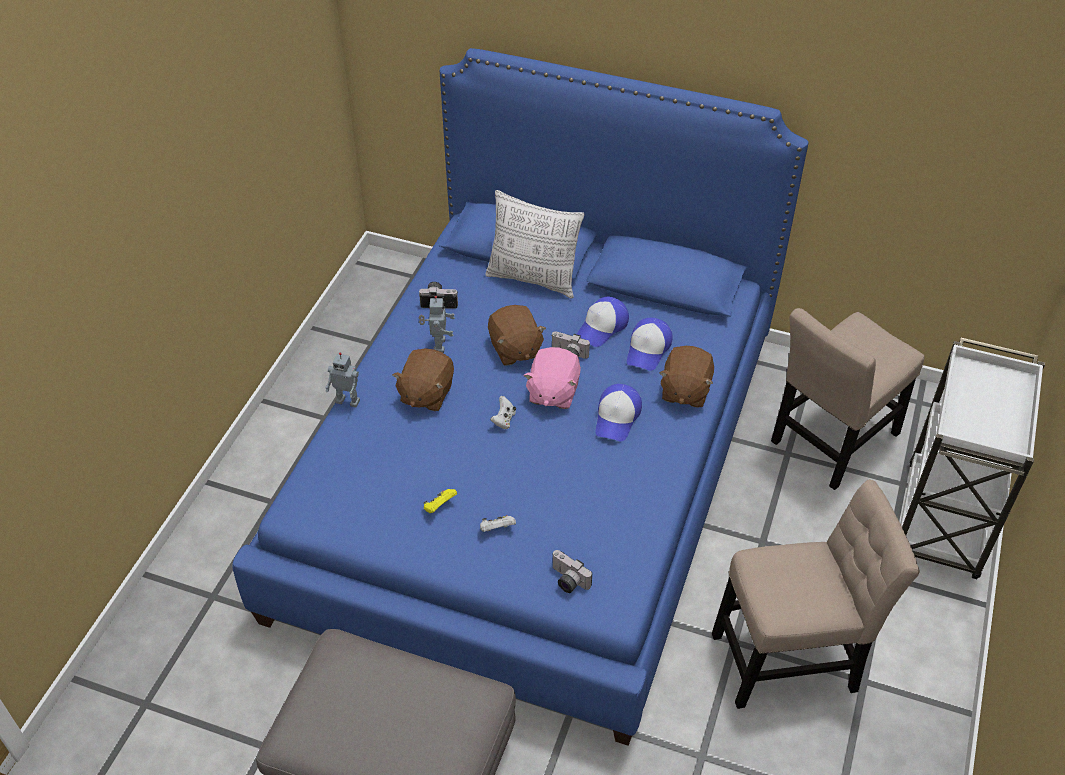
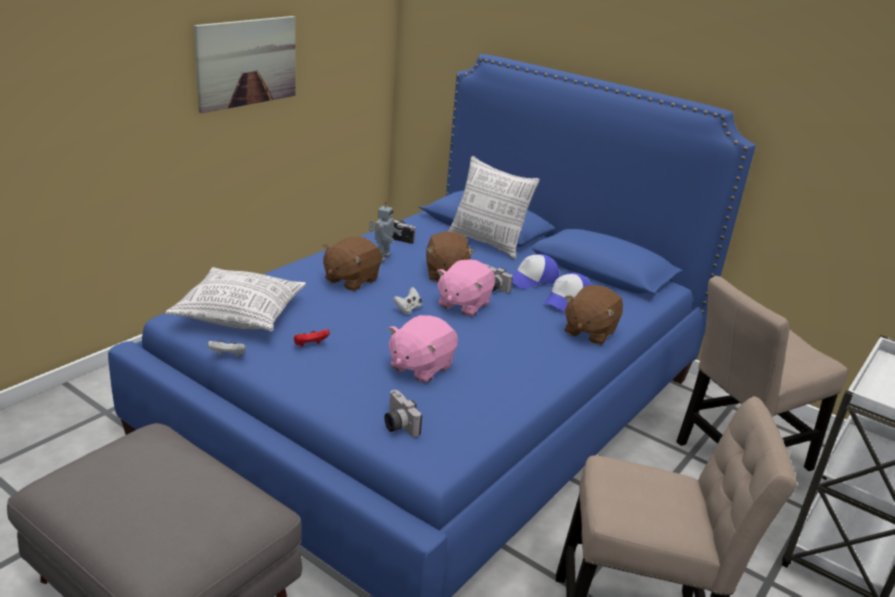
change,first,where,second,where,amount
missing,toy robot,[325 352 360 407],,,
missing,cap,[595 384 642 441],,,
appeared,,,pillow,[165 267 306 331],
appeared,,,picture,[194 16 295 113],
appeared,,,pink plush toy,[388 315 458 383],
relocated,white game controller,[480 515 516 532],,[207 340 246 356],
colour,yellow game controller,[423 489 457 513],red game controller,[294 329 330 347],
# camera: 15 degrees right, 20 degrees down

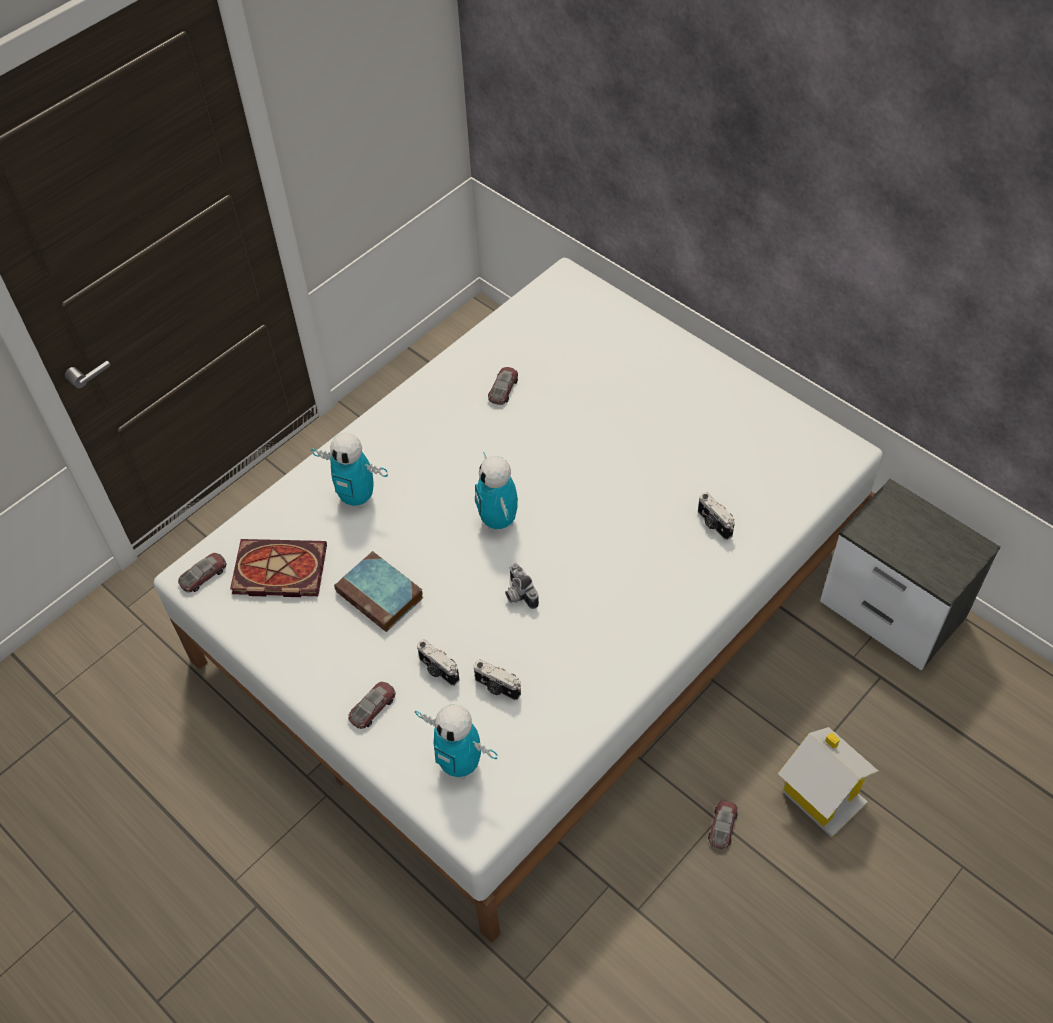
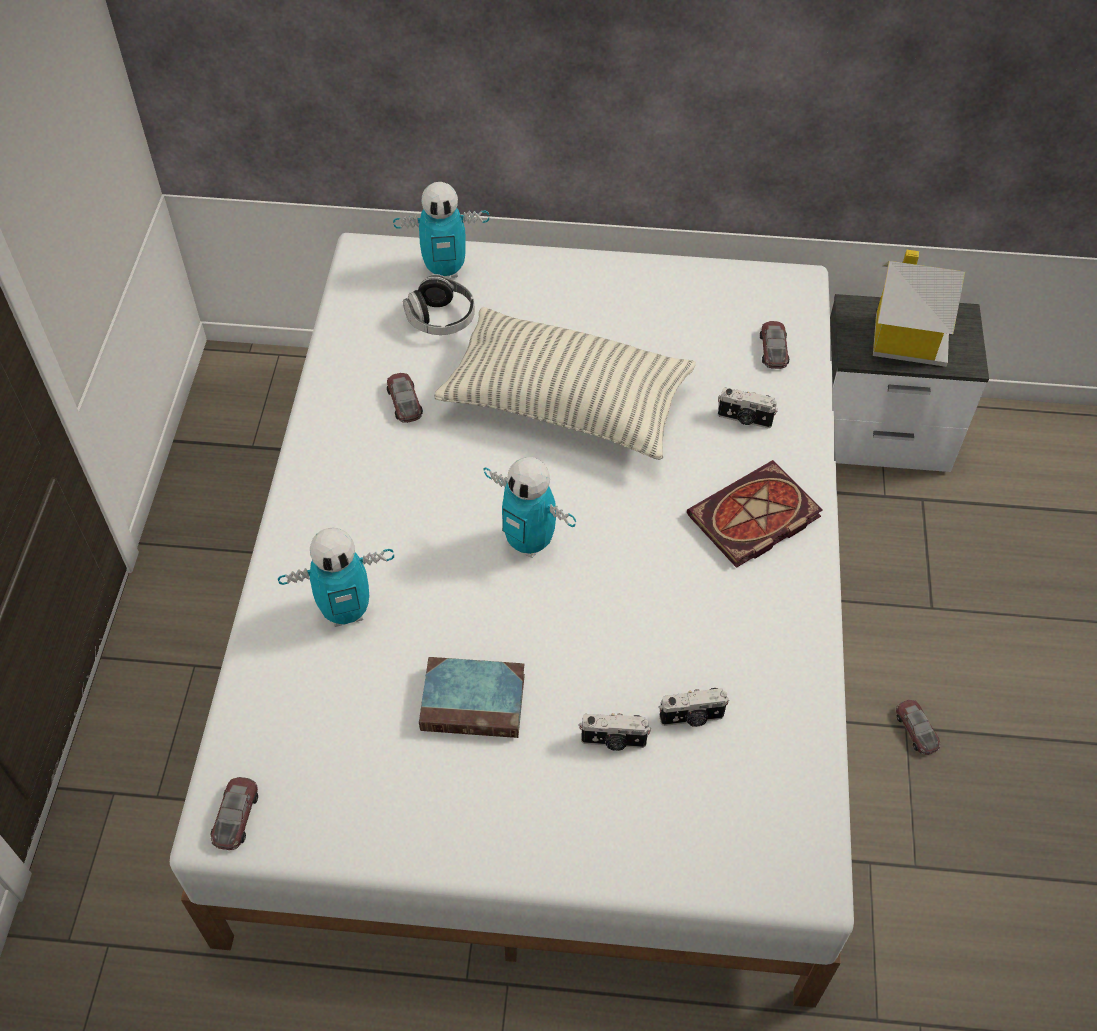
change,first,where,second,where,amount
missing,photo camera,[505 563 539 609],,,
appeared,,,headphones,[403 274 475 335],
appeared,,,pillow,[434 307 696 460],
relocated,book,[230 539 327 597],,[687 460 823 568],
relocated,toy car,[348 682 396 729],,[760 321 789 369],
relocated,toy robot,[415 704 498 779],,[393 182 489 278],
relocated,toy house,[778 727 878 837],,[873 250 965 367],
# camera: 40 degrees left, 0 degrees up

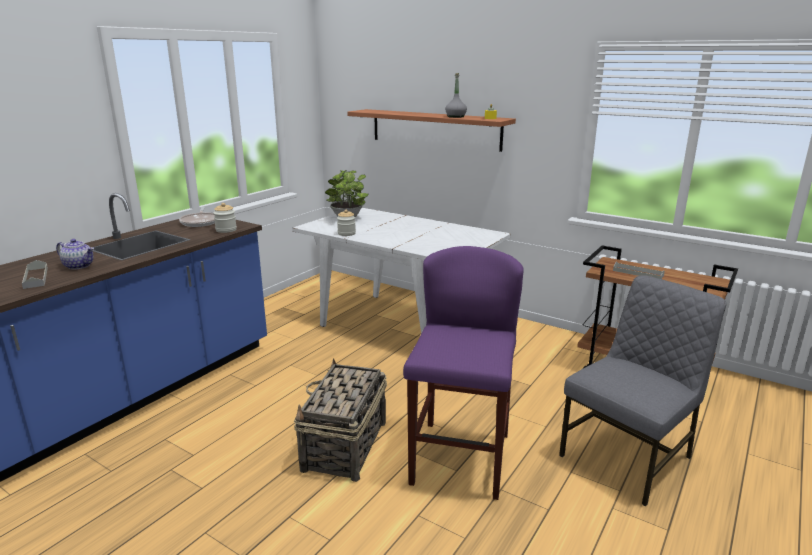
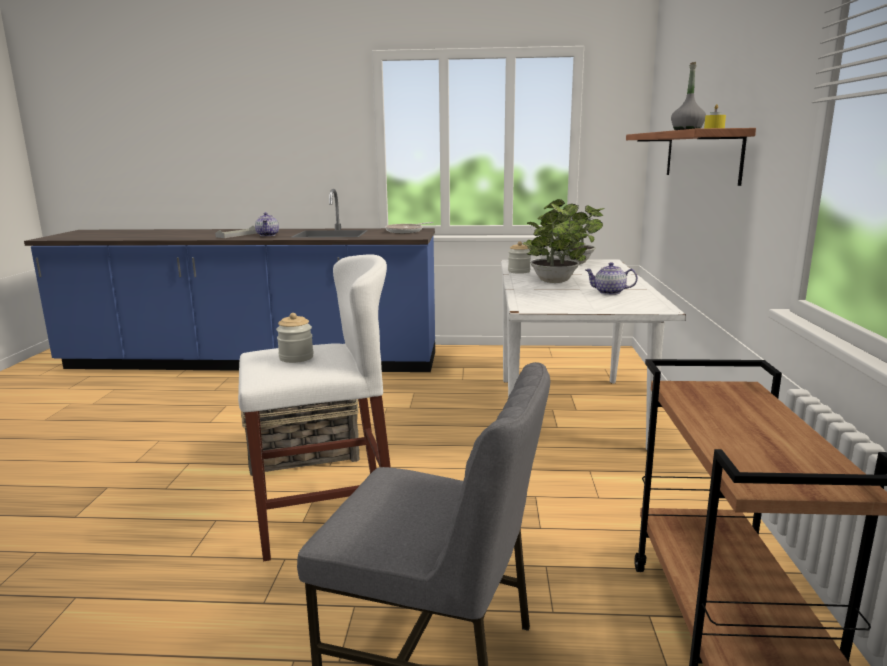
change,first,where,second,where,amount
missing,grey tray,[613 261 665 279],,,
appeared,,,potted plant,[522 203 587 283],
appeared,,,teapot,[585 262 638 295],
relocated,jar,[213 203 237 233],,[276 313 314 363],
colour,purple stool,[403 246 524 500],white stool,[238 254 391 561],
# camera: 60 degrees right, 5 degrees down

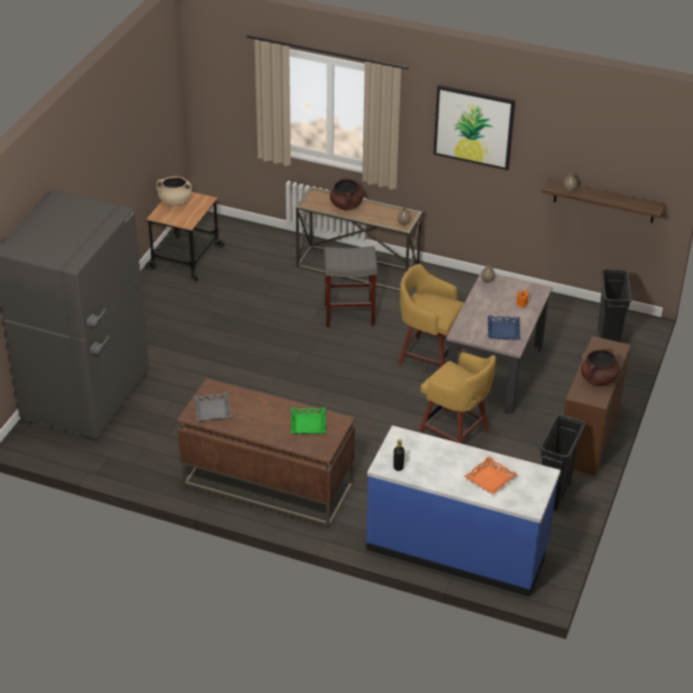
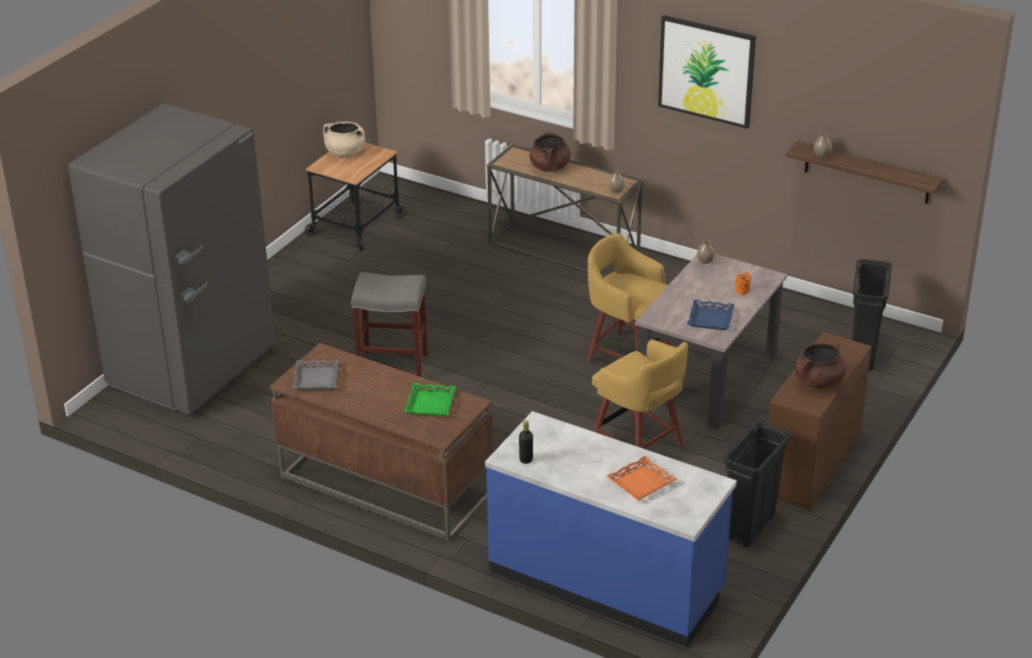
change,first,where,second,where,amount
relocated,grey stool,[324 246 377 327],,[351 272 428 377],
# camera: 10 degrees right, 5 degrees down

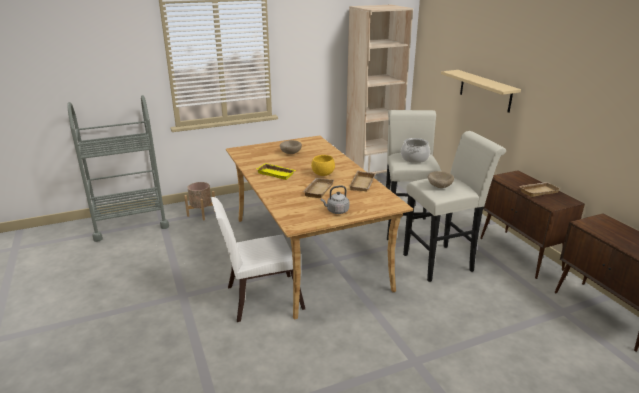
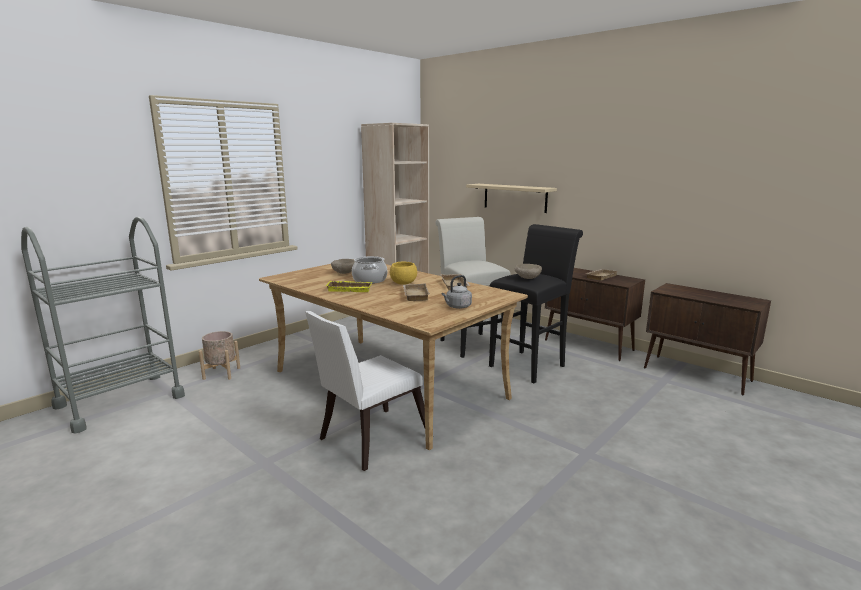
change,first,where,second,where,amount
relocated,cooking pot,[401 138 430 163],,[352 256 387 284],
colour,white stool,[403 131 506 282],black stool,[489 224 583 383],
# camera: 25 degrees left, 10 degrees down

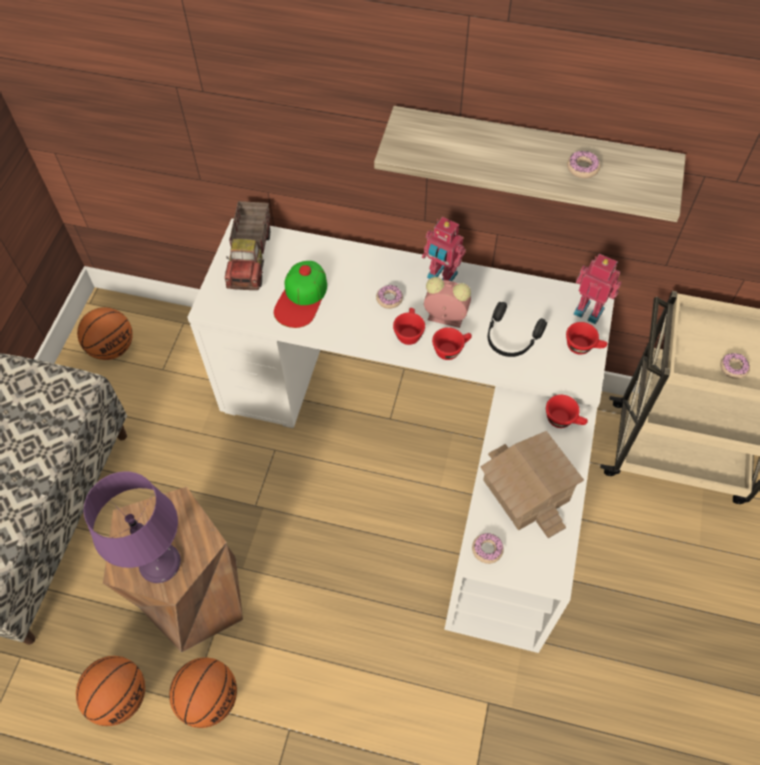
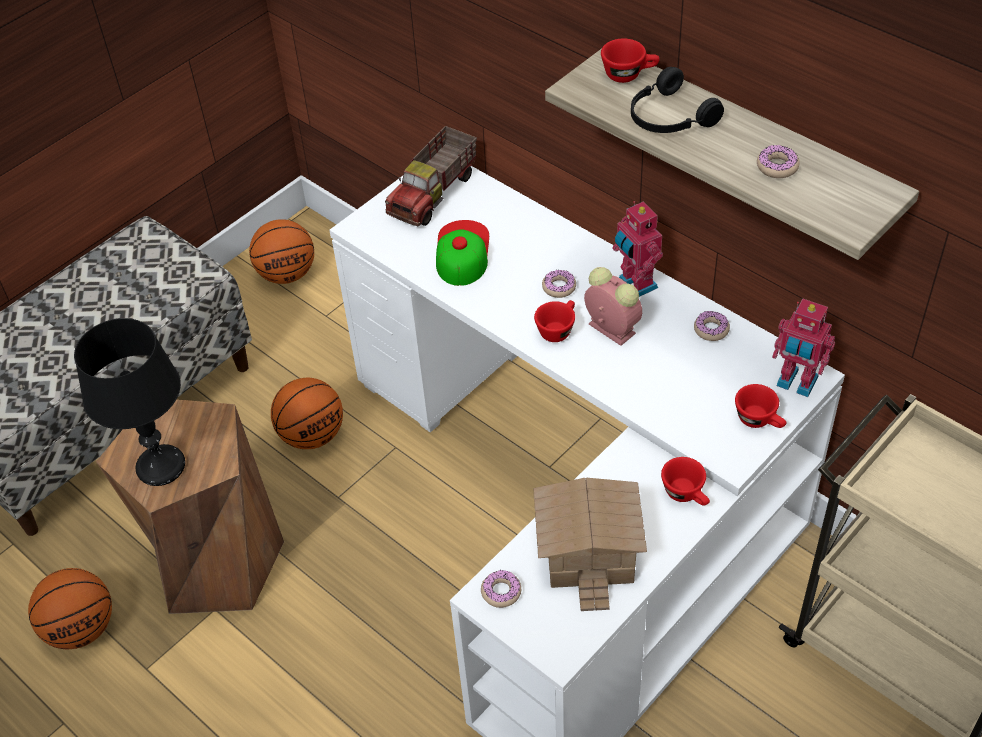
change,first,where,second,where,amount
relocated,basketball,[169 657 237 728],,[271 378 343 449],
relocated,red cup,[432 327 472 360],,[601 39 660 83],
relocated,black headphones,[488 302 547 357],,[631 67 724 133],
relocated,donut,[720 353 750 379],,[694 311 730 341],
colour,purple table lamp,[84 471 181 583],black table lamp,[74 318 185 486],
spun,cap,[274 261 327 328],,[436 220 489 286],135 degrees clockwise
spun,toy robot,[573 254 621 324],,[772 299 835 397],150 degrees clockwise
# camera: 30 degrees right, 10 degrees down

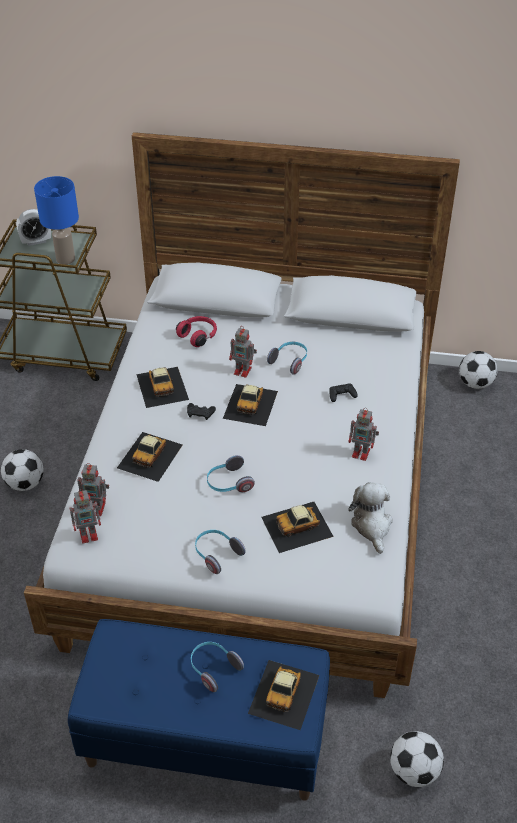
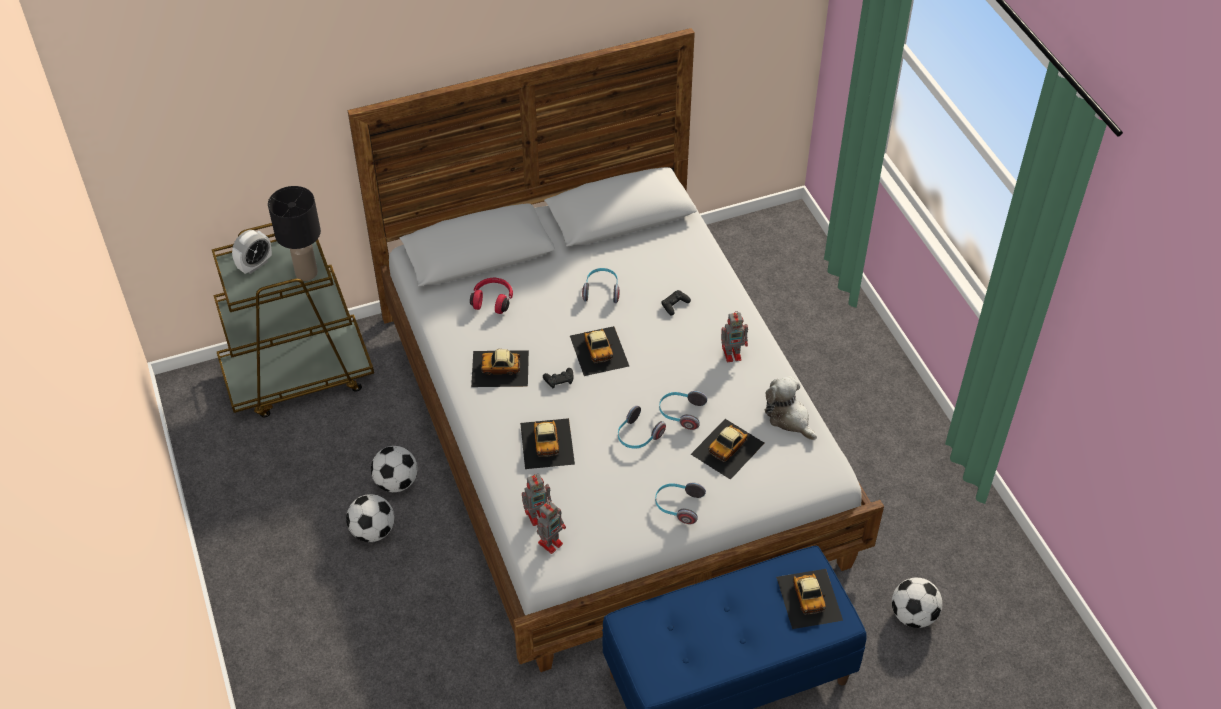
change,first,where,second,where,amount
missing,toy robot,[229 327 257 378],,,
relocated,headphones,[191 642 244 692],,[659 391 707 430],
relocated,football,[459 351 498 389],,[371 446 418 492],
colour,blue table lamp,[34 176 79 265],black table lamp,[268 186 321 281],
spun,toy car,[136 367 189 408],,[471 349 529 387],135 degrees clockwise
# camera: 30 degrees left, 5 degrees up

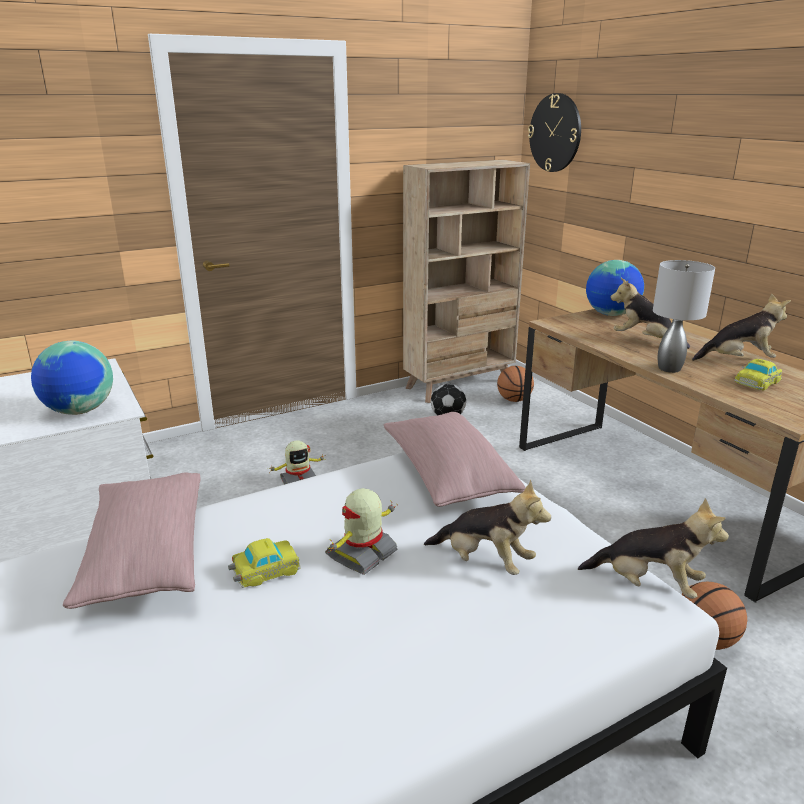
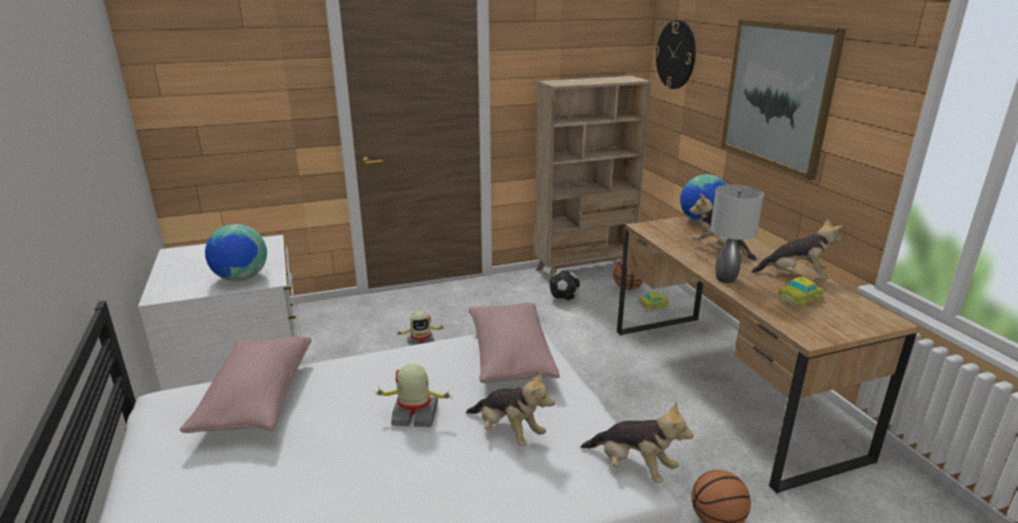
change,first,where,second,where,amount
appeared,,,picture,[721 19 846 181],
relocated,toy car,[228 538 300 588],,[638 292 669 310],
spun,toy robot,[325 488 398 575],,[374 364 454 427],45 degrees clockwise
# camera: 10 degrees right, 0 degrees up

